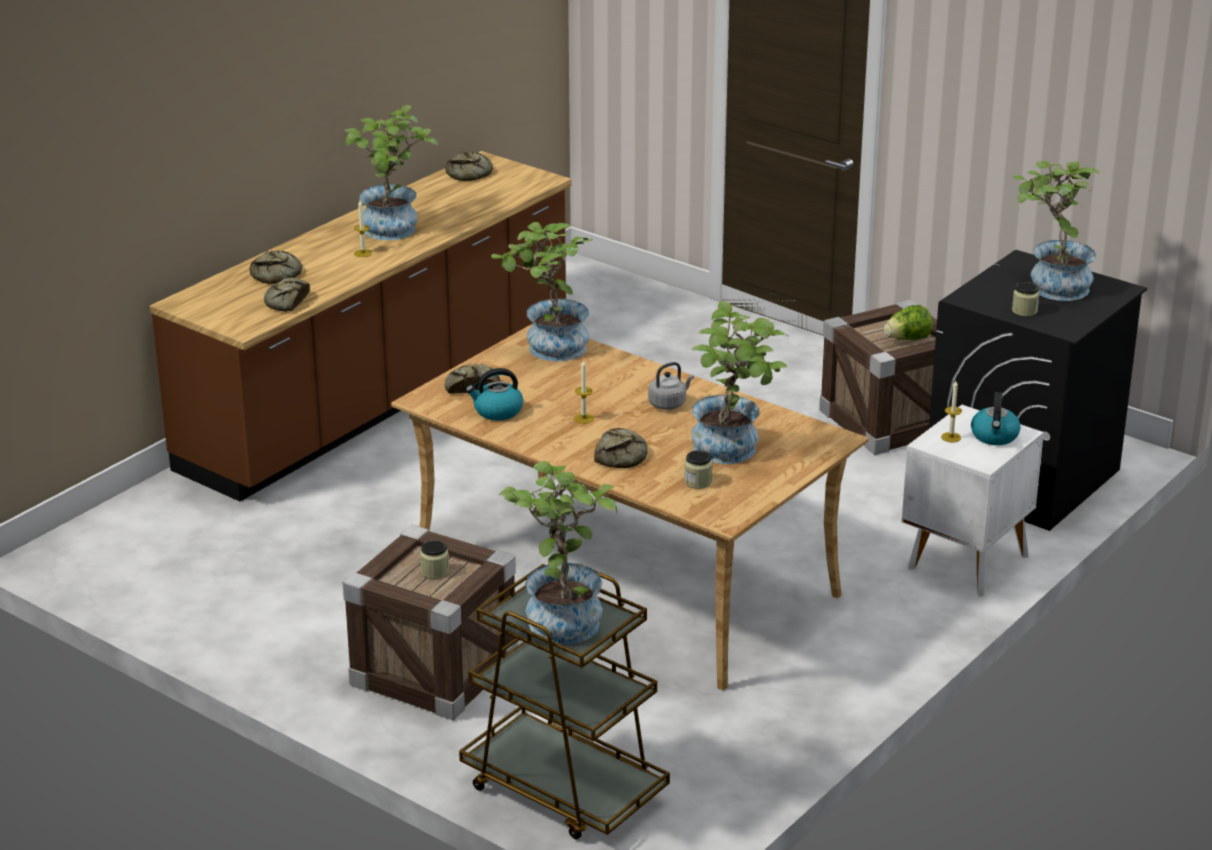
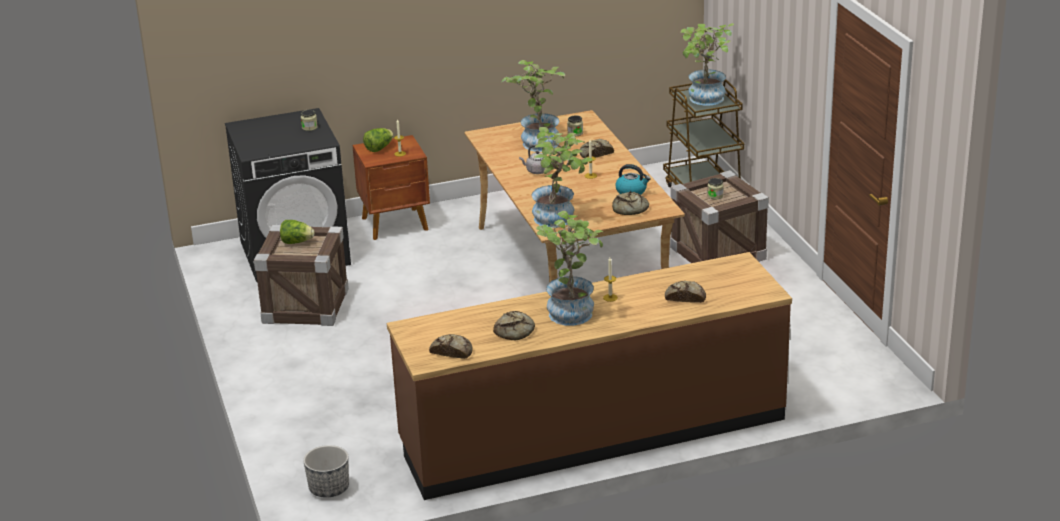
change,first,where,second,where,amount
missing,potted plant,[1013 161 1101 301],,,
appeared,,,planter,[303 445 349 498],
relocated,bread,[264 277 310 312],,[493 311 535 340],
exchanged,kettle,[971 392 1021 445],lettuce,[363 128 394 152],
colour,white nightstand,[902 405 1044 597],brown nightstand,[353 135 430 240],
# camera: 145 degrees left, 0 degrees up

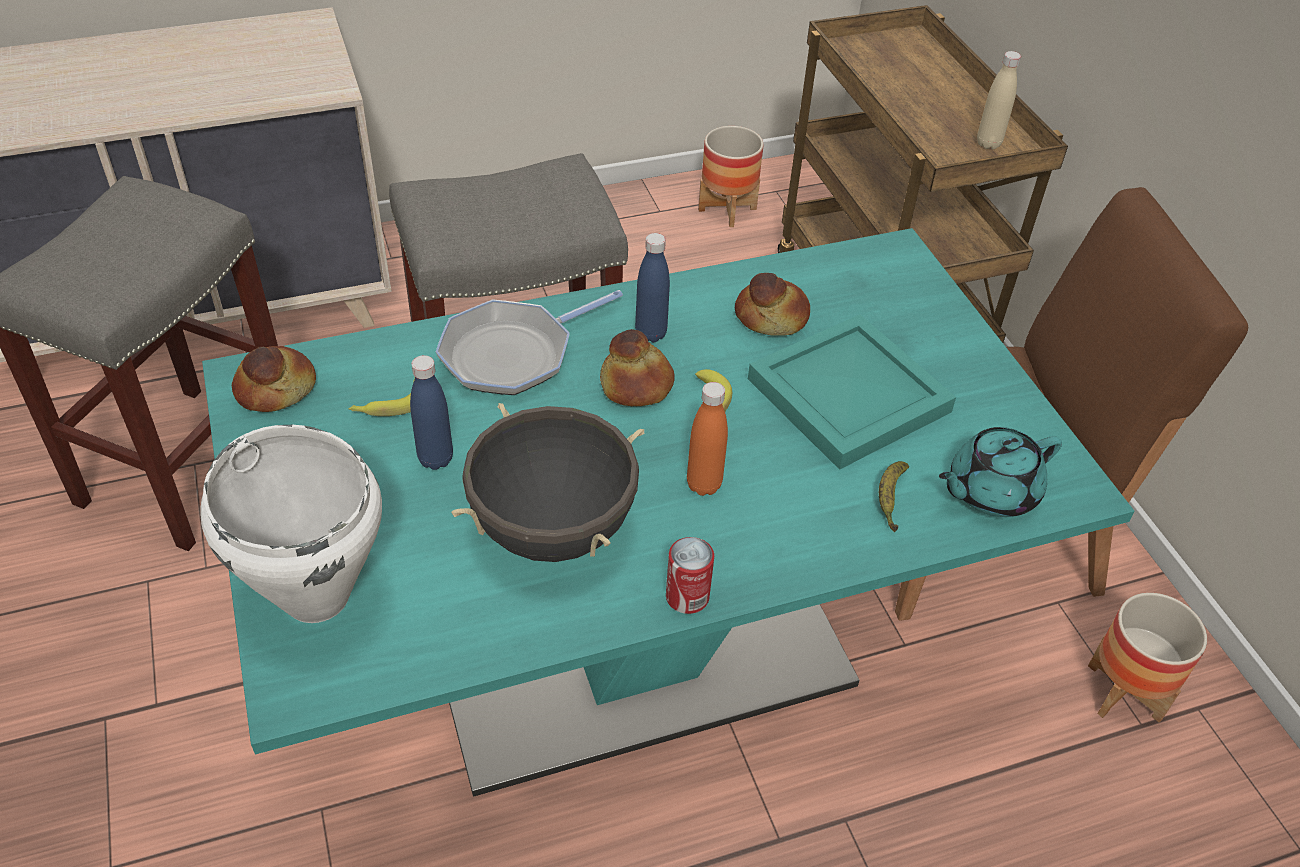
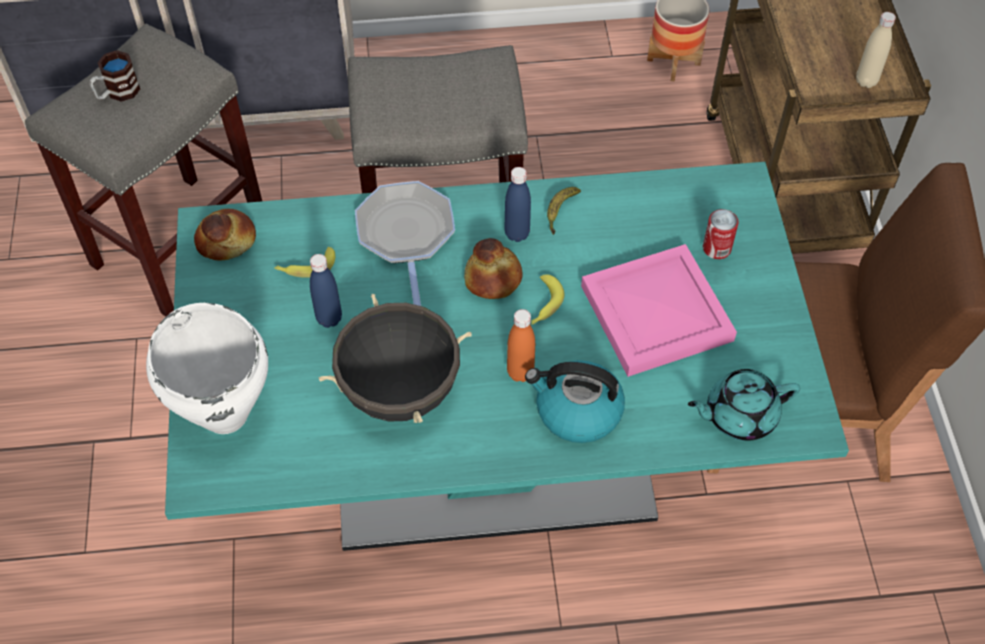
change,first,where,second,where,amount
missing,bread,[735 273 810 336],,,
missing,planter,[1088 593 1207 722],,,
appeared,,,mug,[90 50 140 102],
appeared,,,kettle,[525 360 625 443],
relocated,can,[666 537 714 614],,[703 209 739 259],
relocated,banana,[879 461 909 532],,[547 187 581 235],
colour,turquoise tray,[748 315 956 470],pink tray,[581 244 737 377],
spun,frying pan,[436 290 623 395],,[355 181 455 306],105 degrees clockwise
# camera: 15 degrees right, 10 degrees up

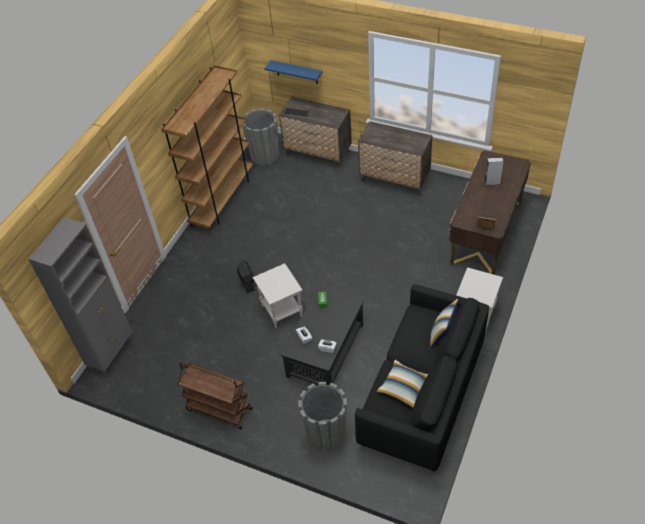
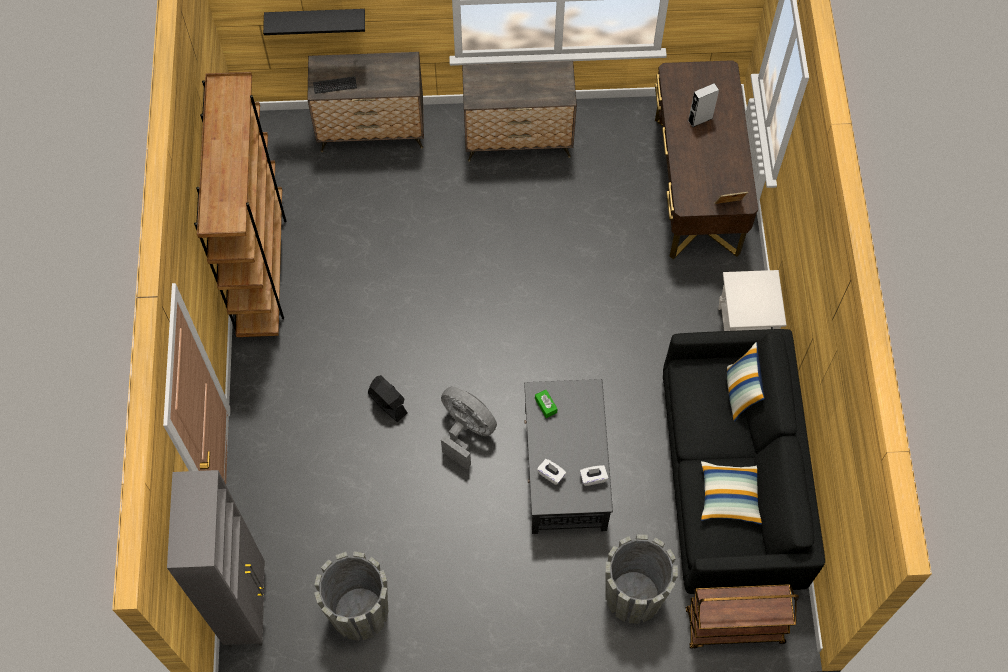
change,first,where,second,where,amount
relocated,brown cart,[177 362 253 429],,[686 584 799 649],
relocated,grey planter,[242 108 279 165],,[314 551 388 641],
exchanged,white side table,[253 263 303 328],grey fan,[441 387 497 469],
colour,blue shelf,[264 60 322 84],black shelf,[263 9 365 35],
# camera: 30 degrees left, 15 degrees up

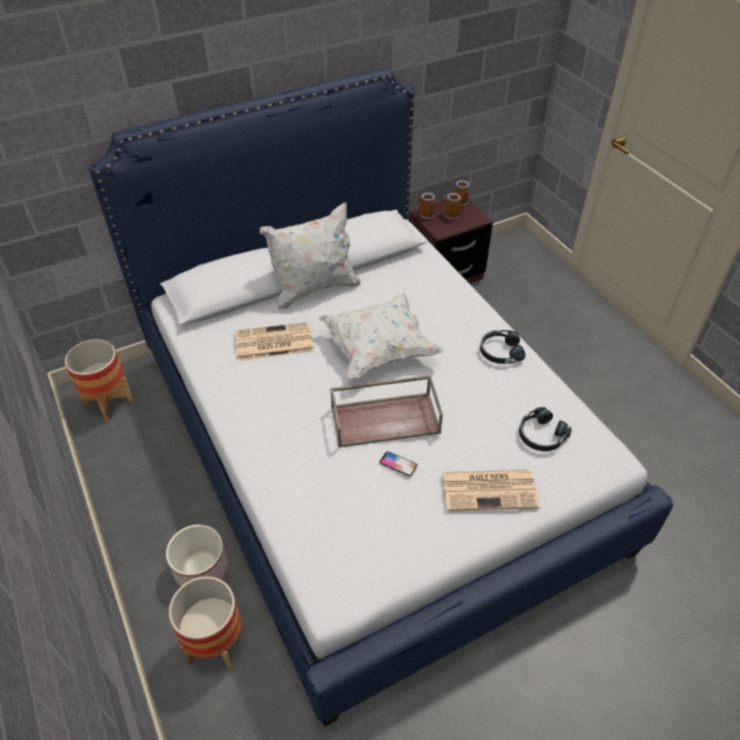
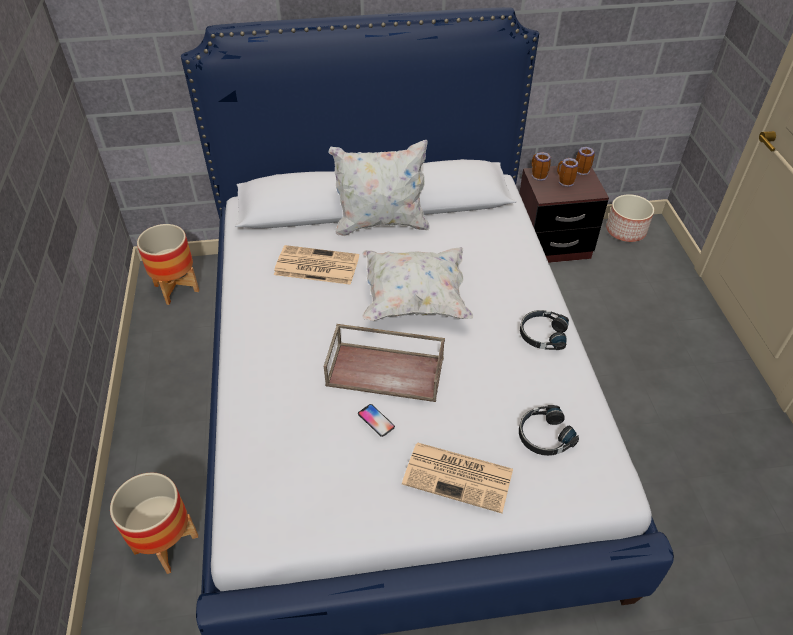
change,first,where,second,where,amount
relocated,planter,[166 525 228 587],,[606 194 654 242],
# camera: 20 degrees right, 0 degrees up

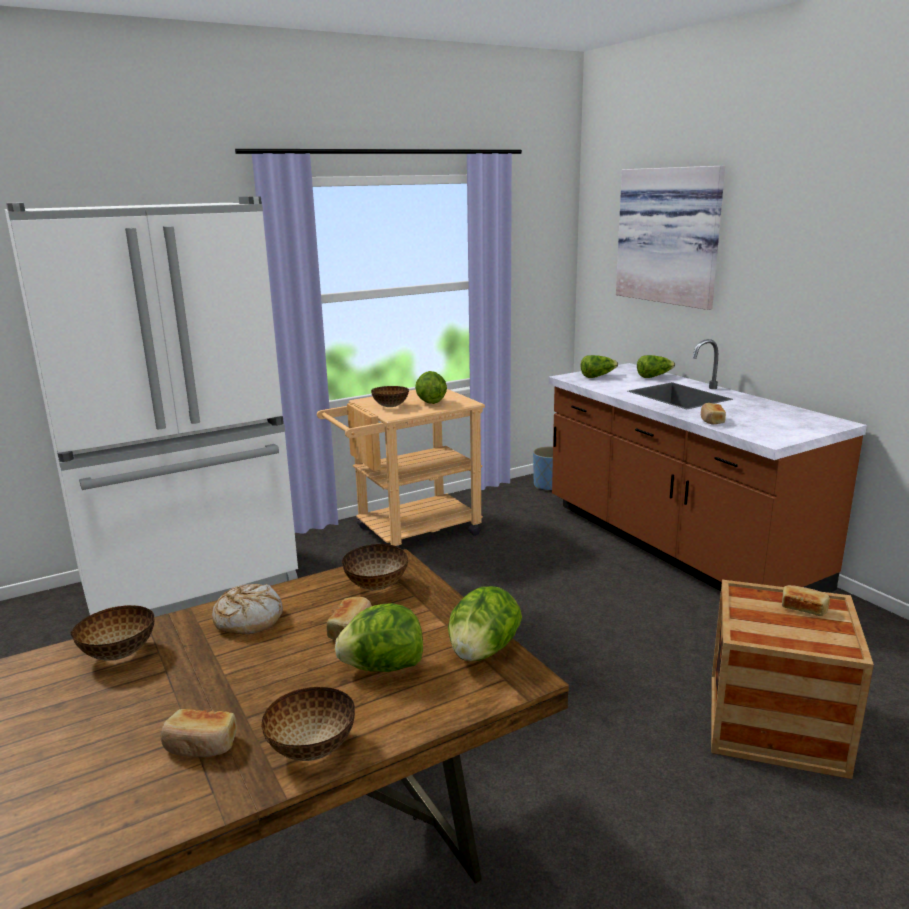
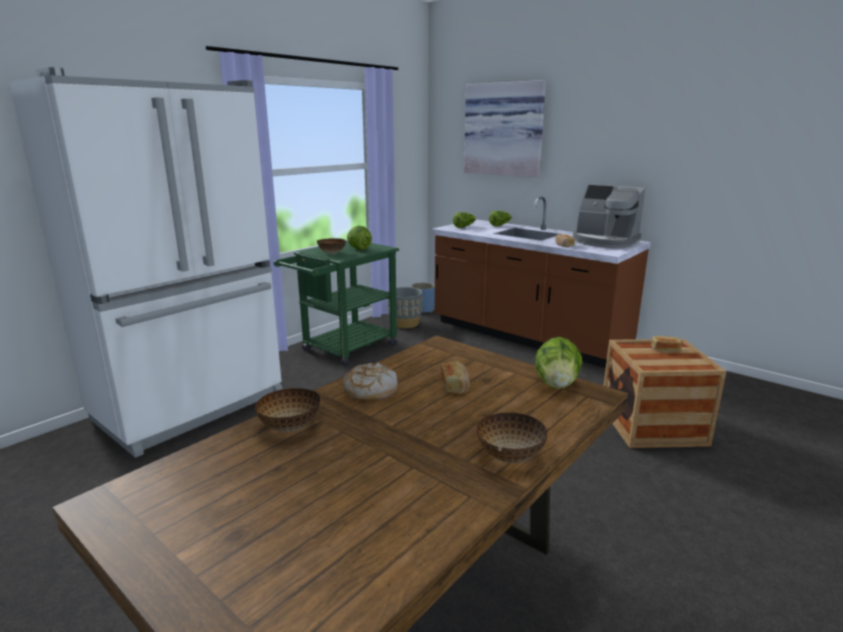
change,first,where,second,where,amount
missing,bread,[161 709 237 757],,,
missing,lettuce,[335 603 423 672],,,
missing,bowl,[342 544 408 590],,,
appeared,,,grey planter,[387 287 423 328],
appeared,,,coffee machine,[573 185 645 248],
colour,beige cart,[317 389 485 548],green cart,[274 241 399 366],
# camera: 20 degrees left, 0 degrees up

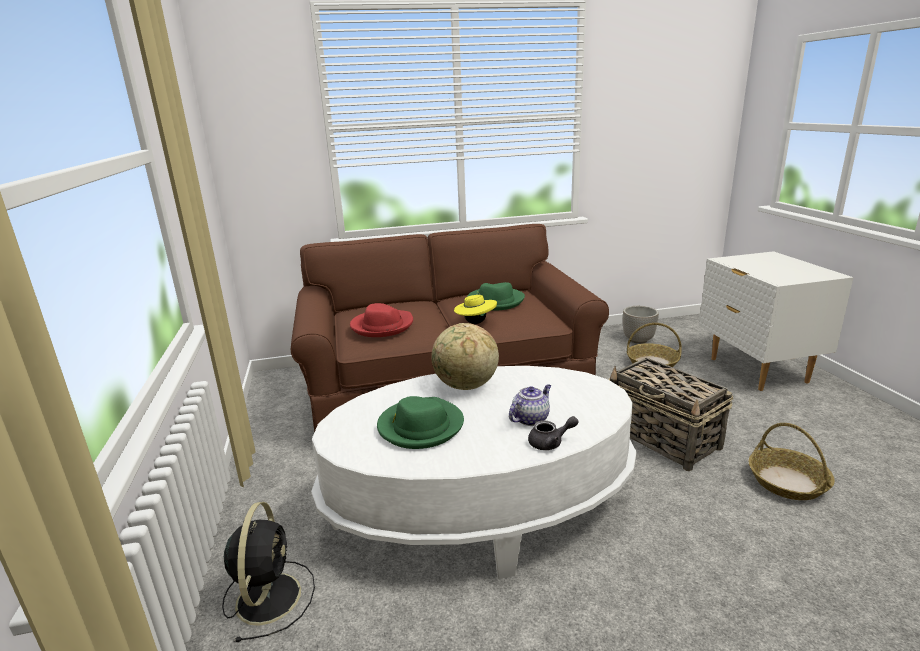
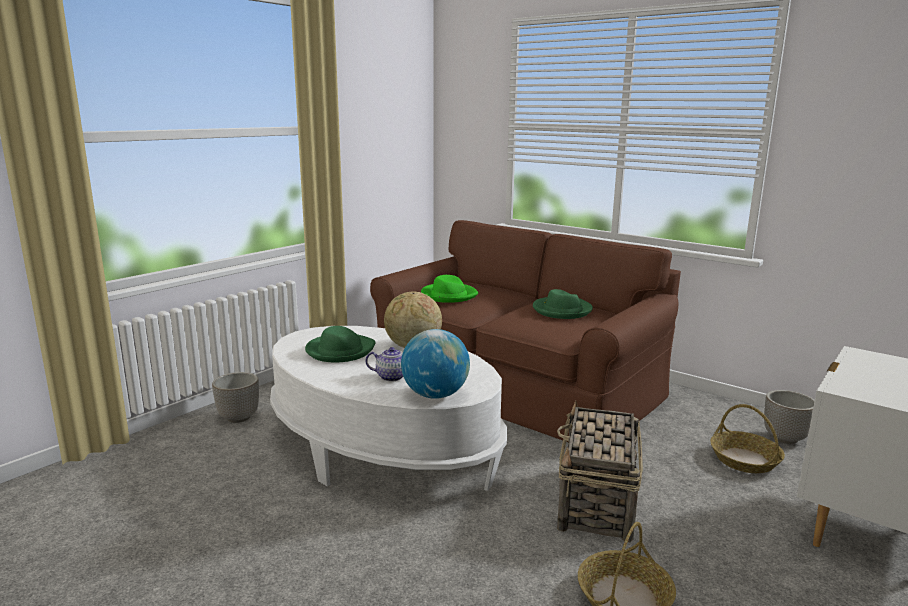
change,first,where,second,where,amount
missing,yellow hat,[454 291 497 324],,,
missing,grey teapot,[528 416 578 450],,,
appeared,,,globe,[401 329 470 399],
exchanged,black fan,[222 502 315 642],planter,[212 372 259 423],
colour,red hat,[350 303 413 337],green hat,[421 275 478 303],
# camera: 50 degrees right, 5 degrees down

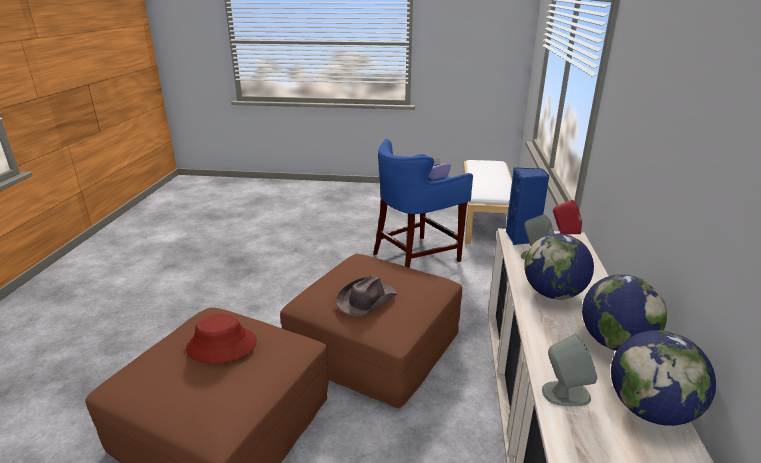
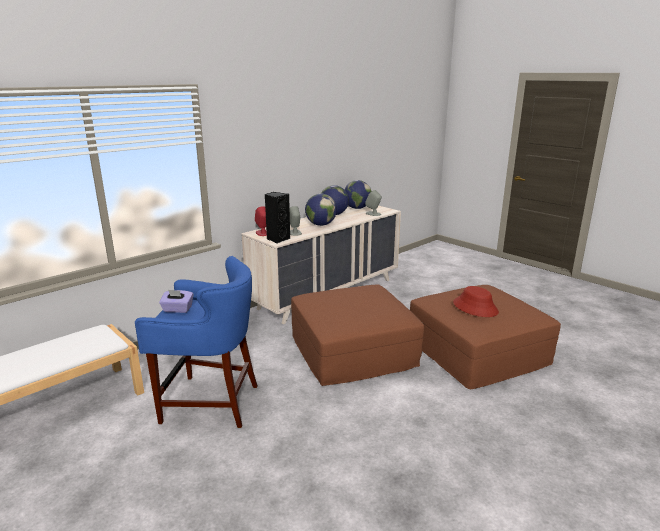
change,first,where,second,where,amount
missing,brown hat,[335 275 398 316],,,
colour,blue speaker,[506 167 550 245],black speaker,[265 192 290 243],
# camera: 140 degrees left, 5 degrees down

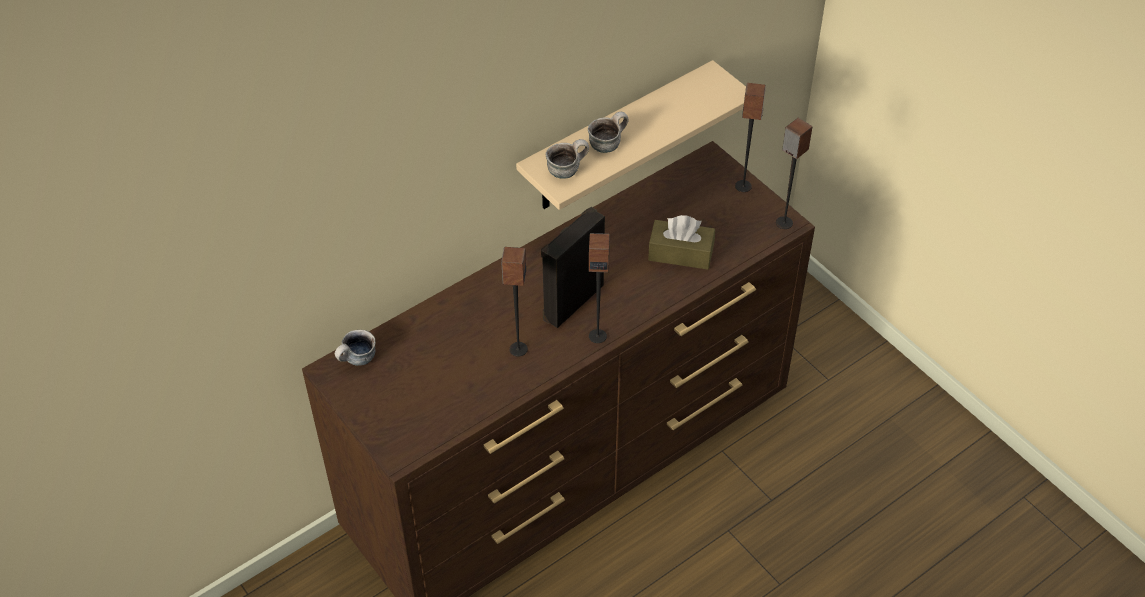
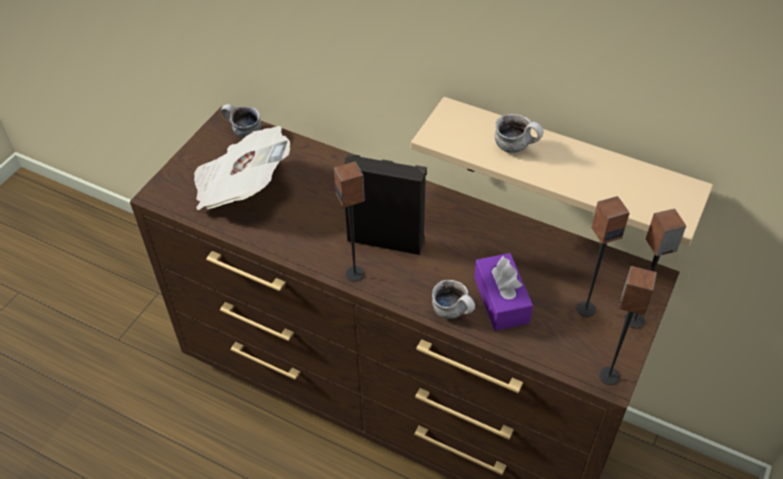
change,first,where,second,where,amount
appeared,,,newspaper,[194 126 290 210],
relocated,speaker,[501 247 528 357],,[576 196 630 317],
relocated,mug,[546 139 589 179],,[432 280 475 319],
colour,brown tissue box,[648 215 715 270],purple tissue box,[474 253 533 331],
# camera: 65 degrees right, 0 degrees up

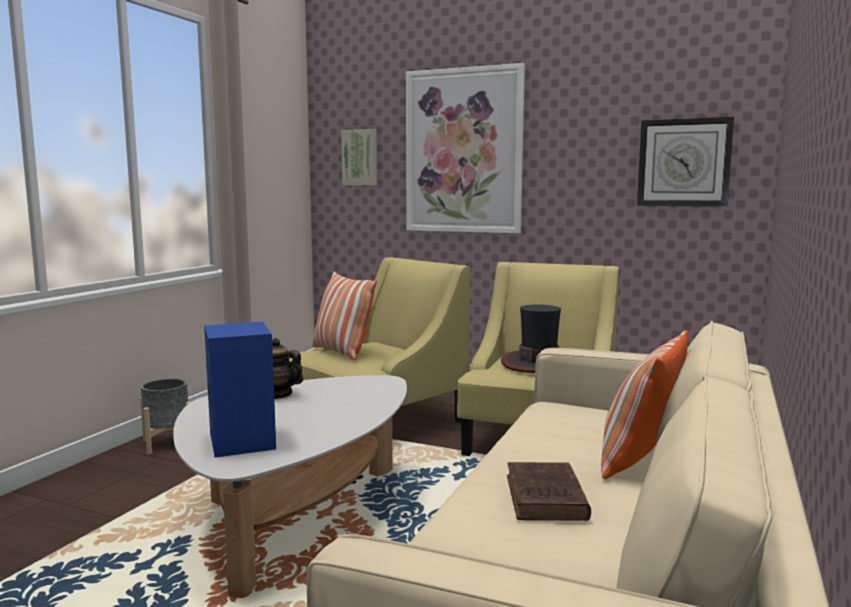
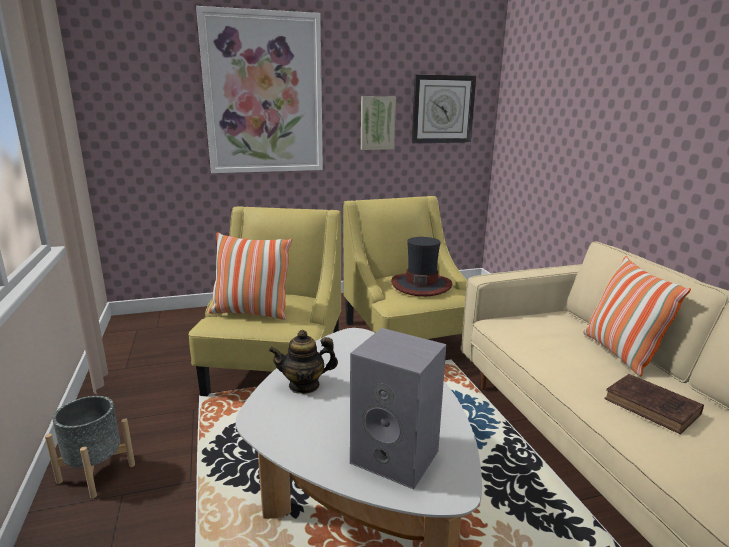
change,first,where,second,where,amount
relocated,picture,[341 129 377 185],,[361 96 396 150],
colour,blue speaker,[204 321 276 458],grey speaker,[350 328 446 490],
# camera: 40 degrees left, 10 degrees up

